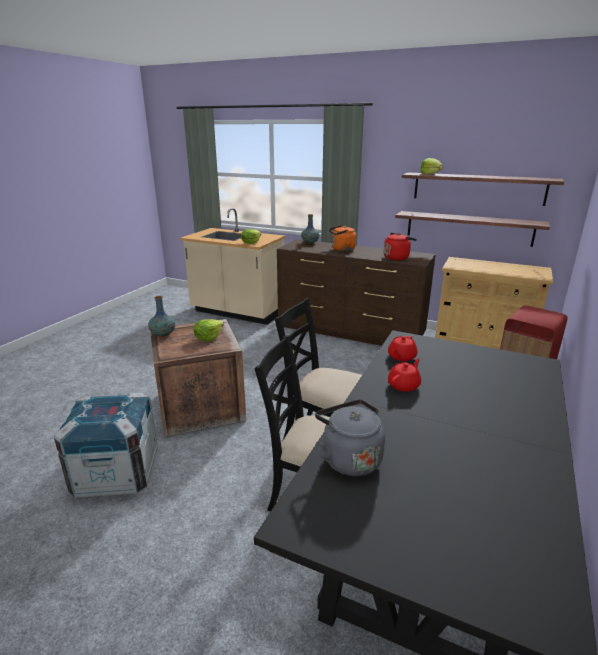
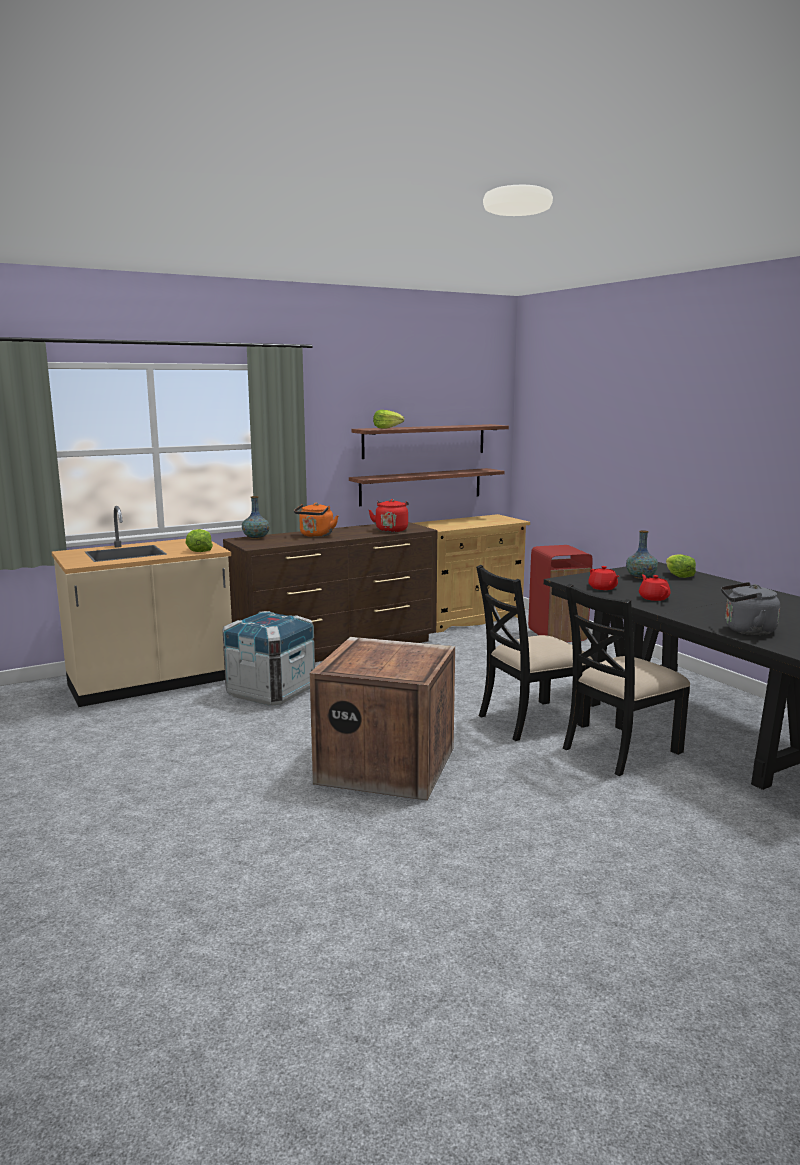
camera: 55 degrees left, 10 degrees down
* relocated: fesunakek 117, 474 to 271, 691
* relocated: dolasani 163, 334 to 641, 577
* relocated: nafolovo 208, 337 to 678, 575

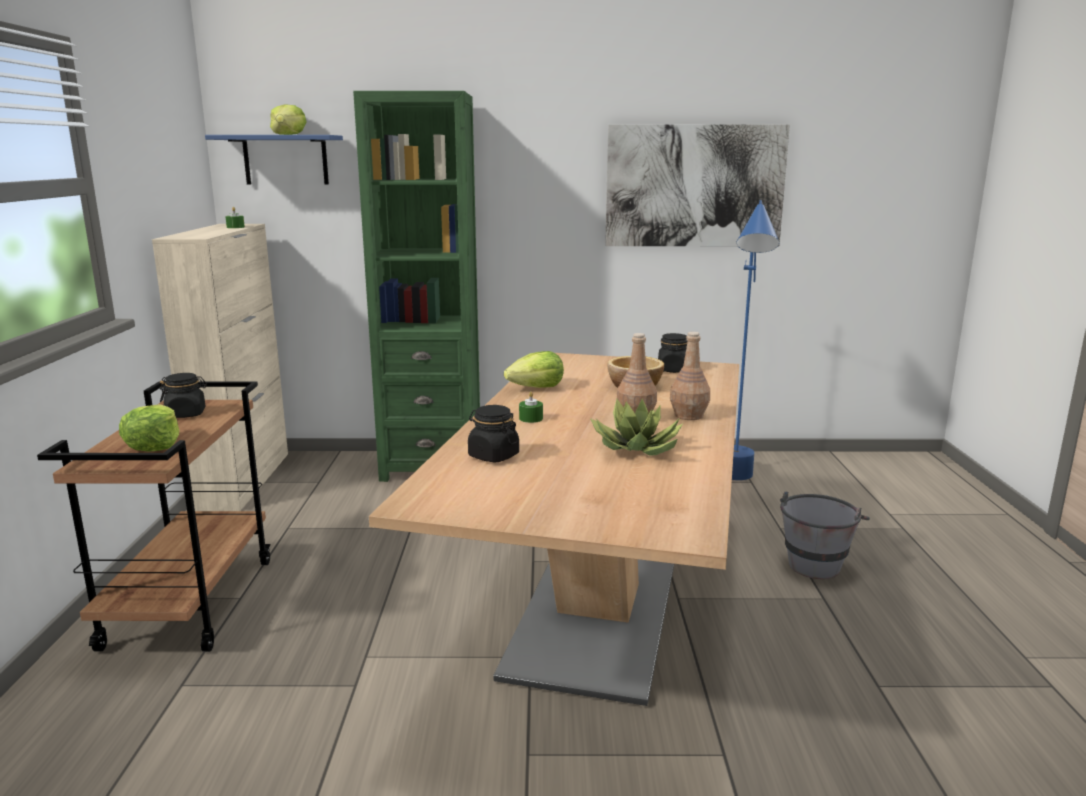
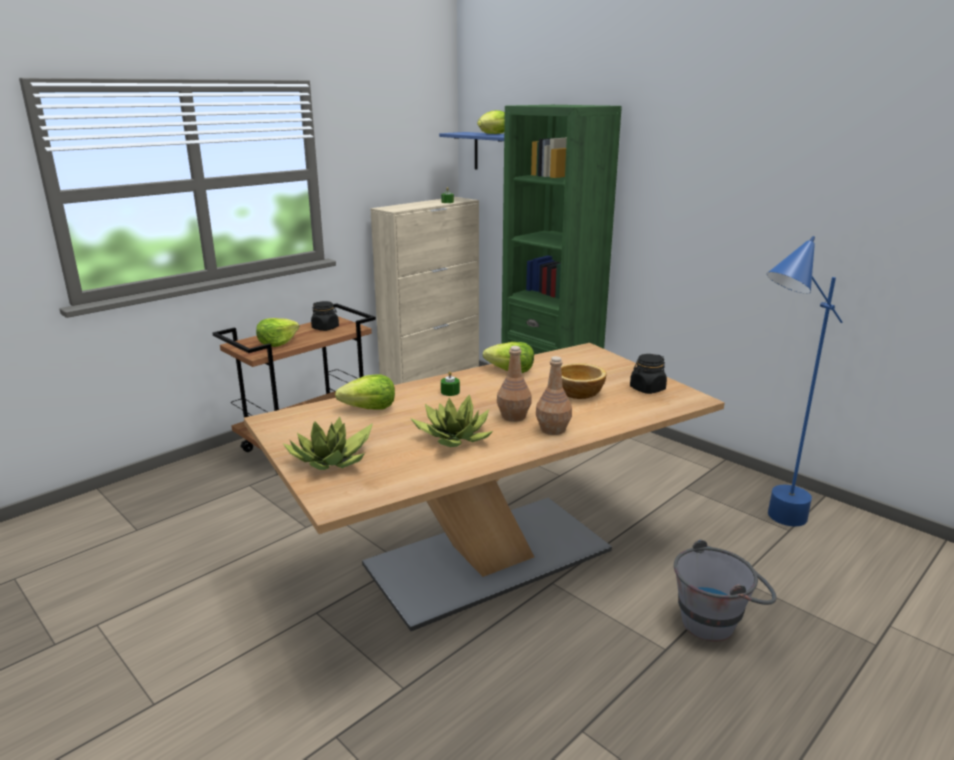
camera: 45 degrees right, 5 degrees up
* appeared: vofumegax 332, 460
* exchanged: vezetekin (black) 493, 456 to nafolovo 369, 408
* missing: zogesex 695, 186

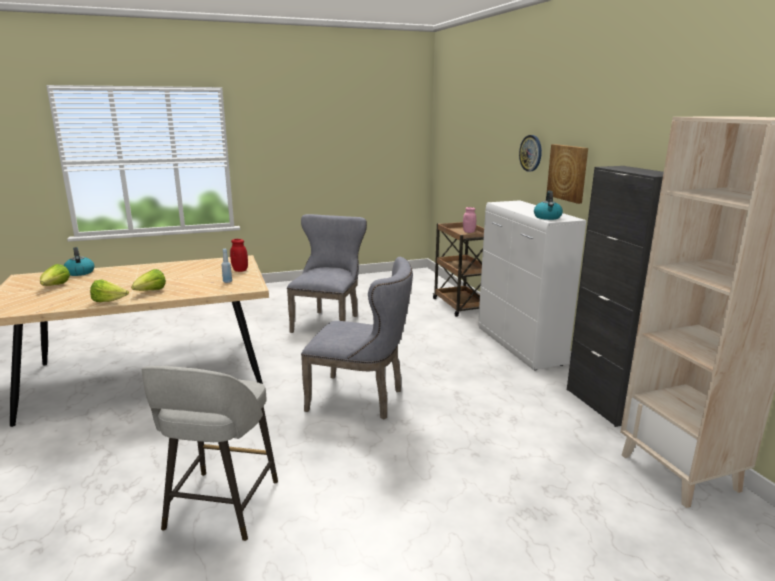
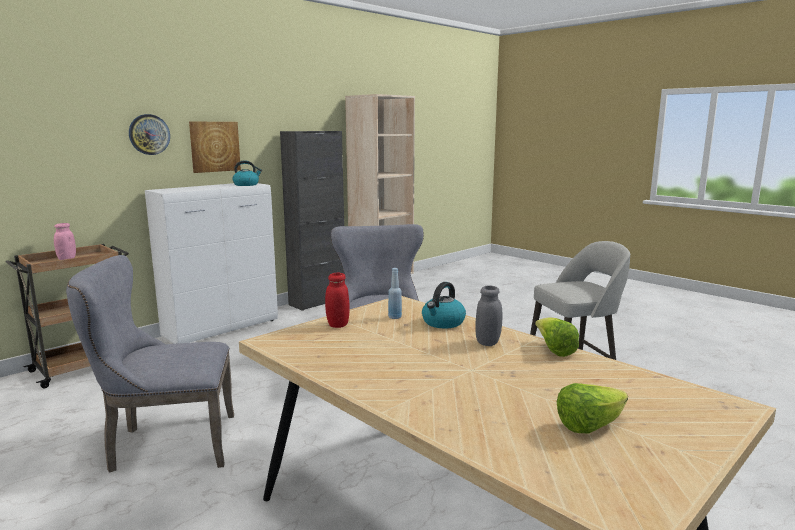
camera: 115 degrees left, 5 degrees down
* relocated: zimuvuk 79, 272 to 443, 323
* exchanged: nafolovo 151, 291 to vezetekin (grey) 488, 342

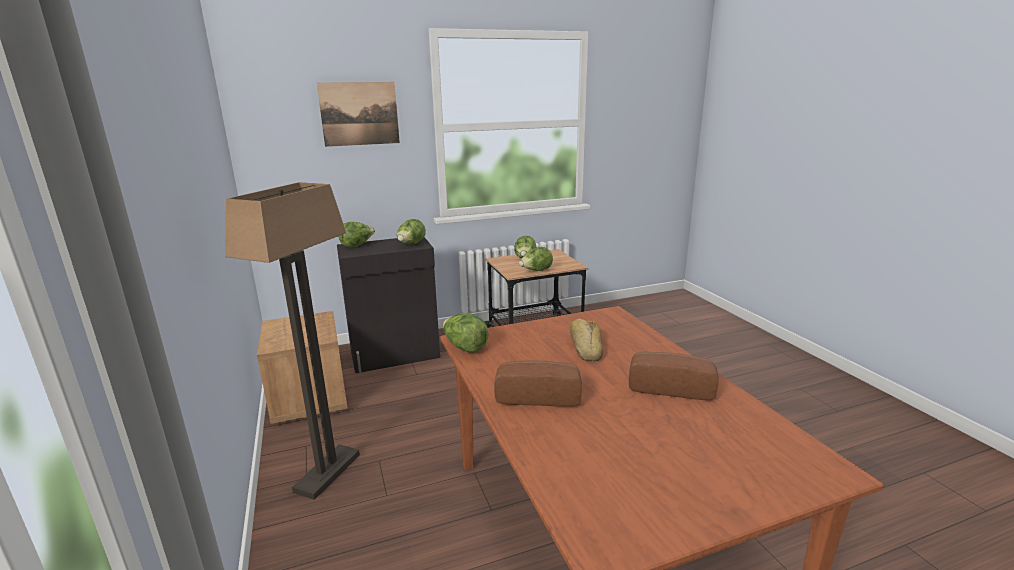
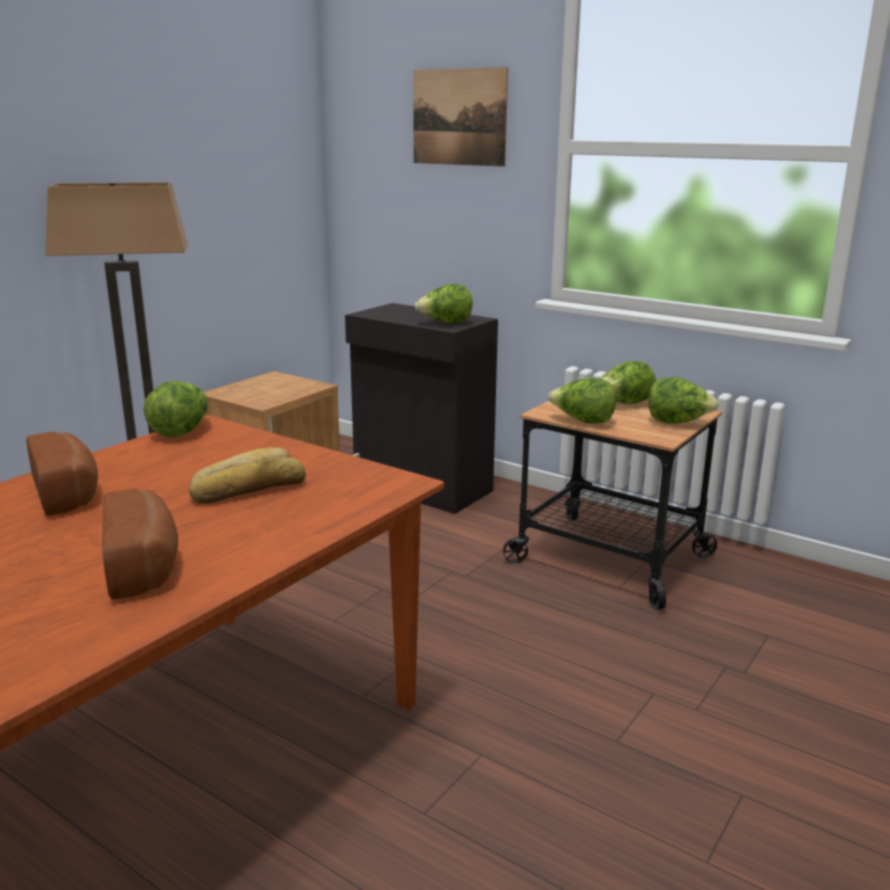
camera: 55 degrees right, 0 degrees up
* relocated: nafolovo 357, 245 to 678, 423

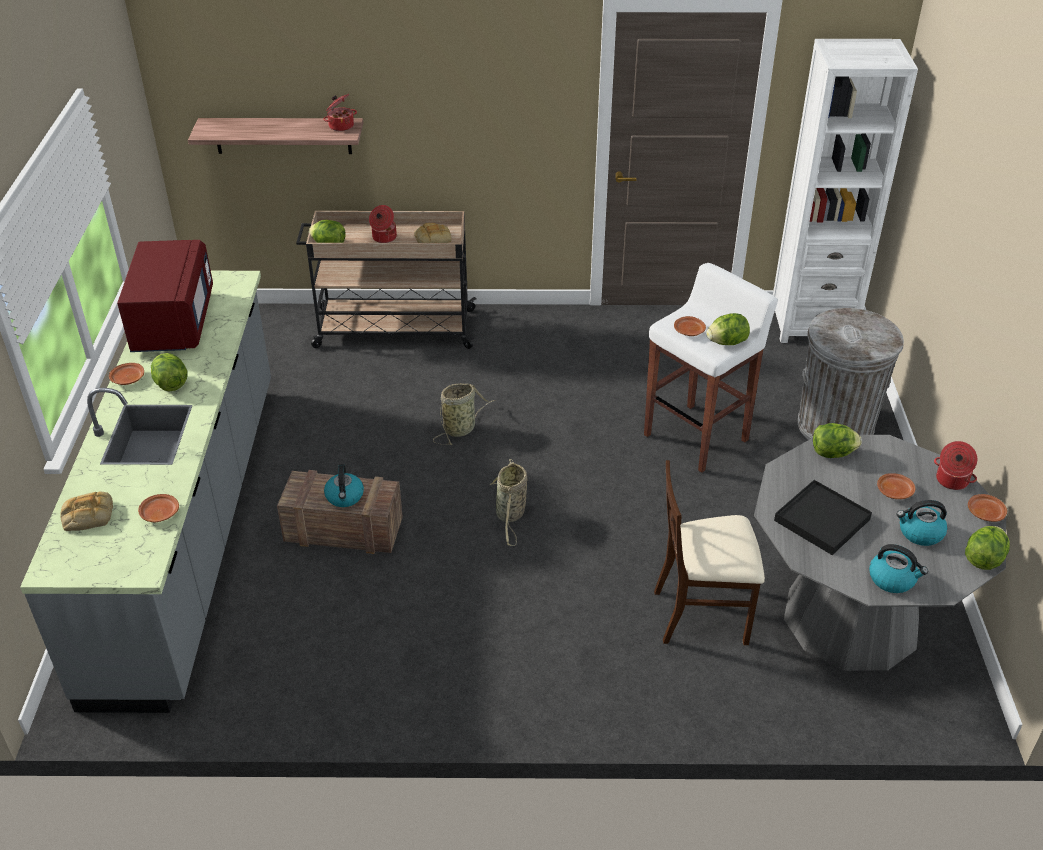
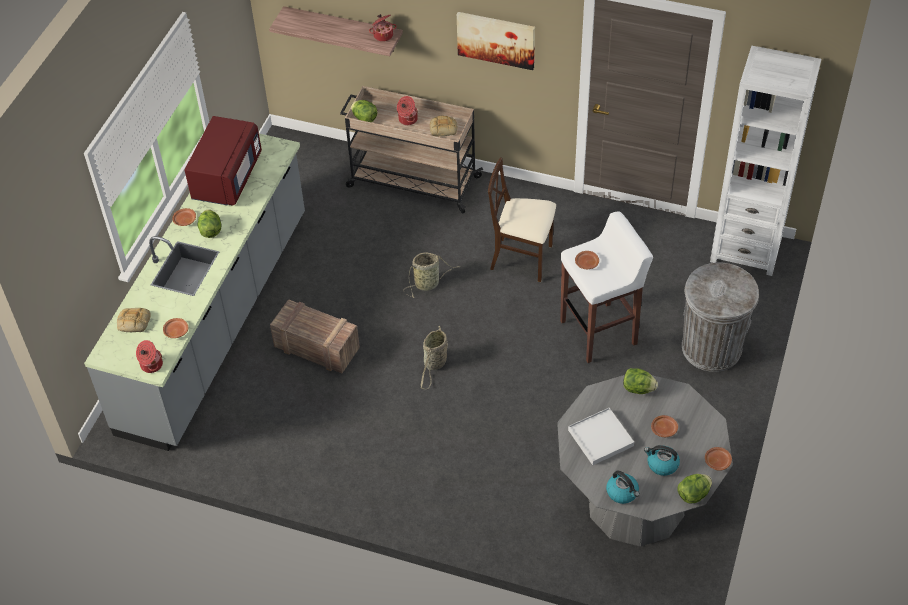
camera: 20 degrees right, 10 degrees up
* relocated: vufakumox 951, 480 to 151, 365
* appeared: zogesex 496, 39
* relocated: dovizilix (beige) 701, 614 to 522, 258
* colour: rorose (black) 822, 520 to rorose (white) 600, 438
* missing: zimuvuk 345, 497
* missing: nafolovo 727, 342

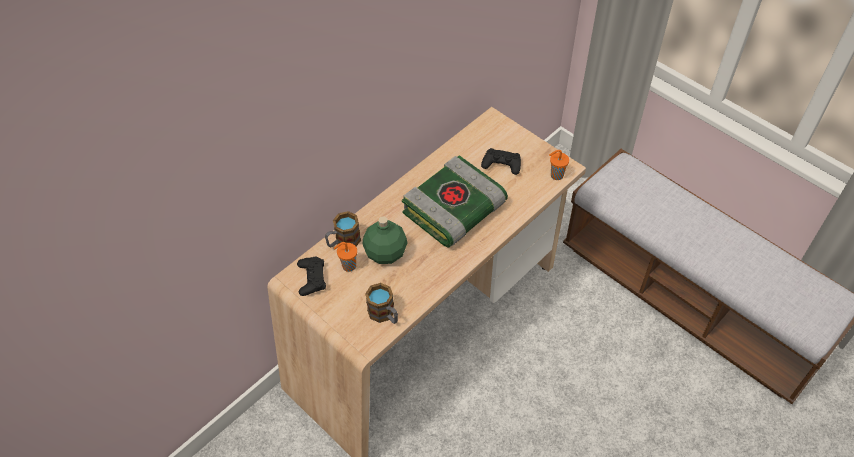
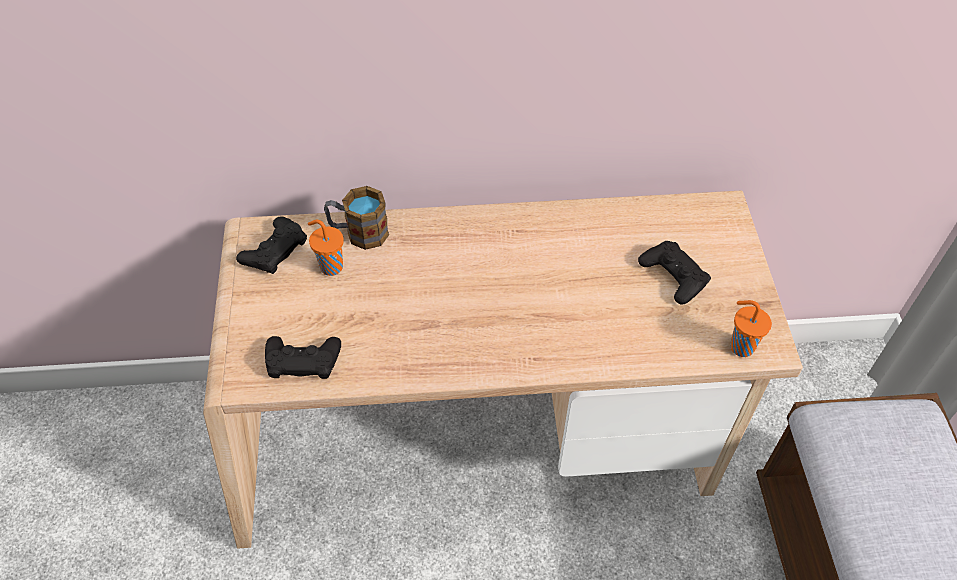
camera: 40 degrees right, 0 degrees up
* exchanged: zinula 384, 314 to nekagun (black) 303, 360
* missing: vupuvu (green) 386, 252
* missing: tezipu 454, 211

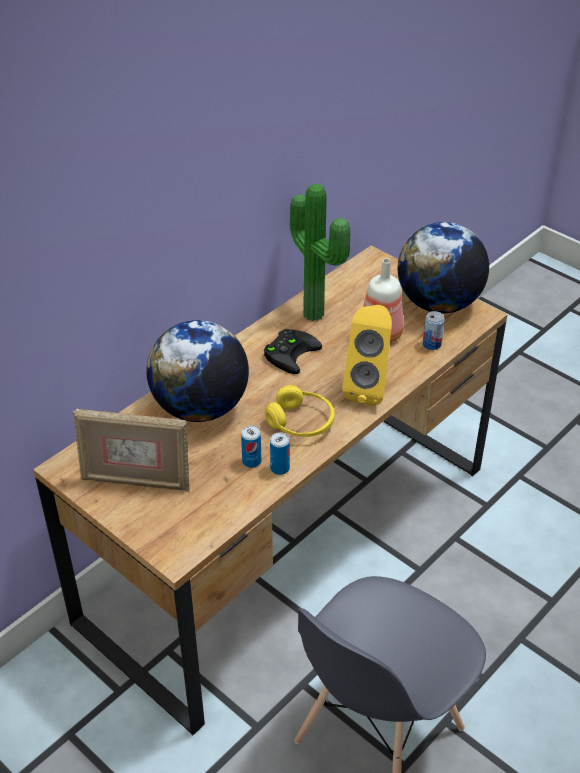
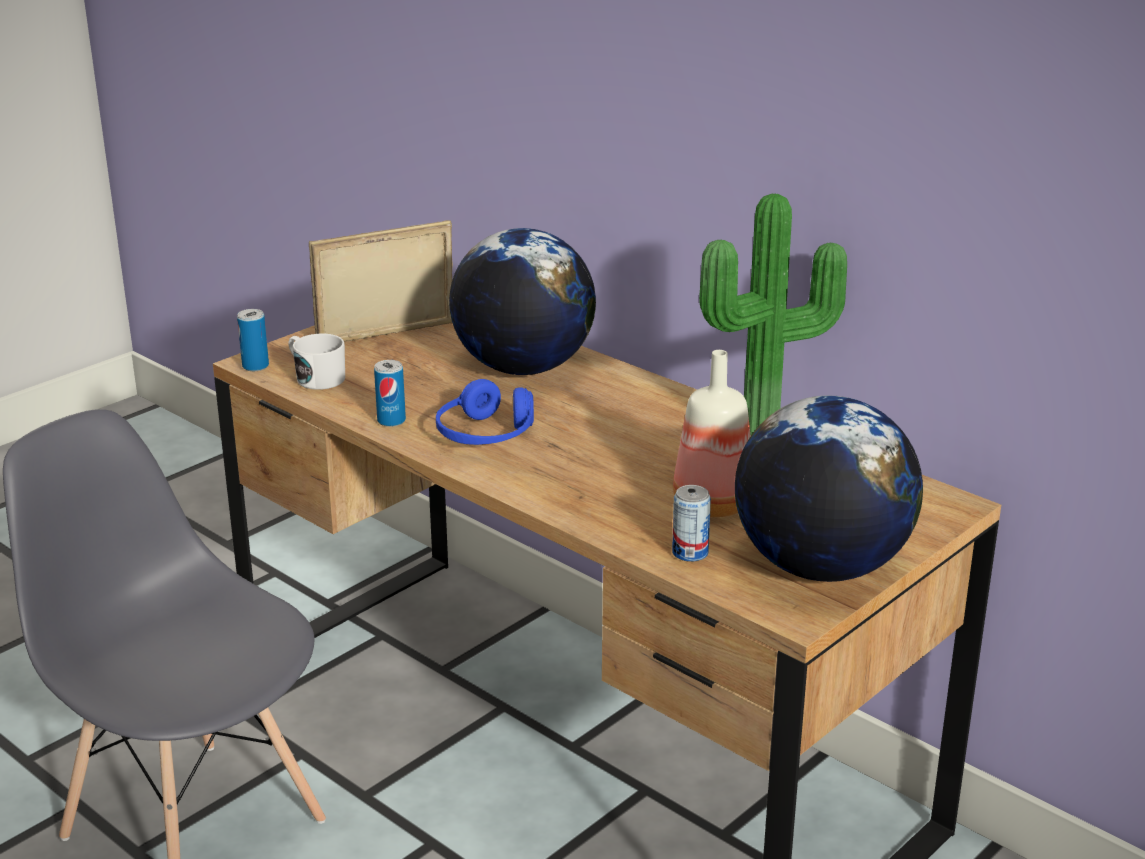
camera: 90 degrees right, 15 degrees down
* relocated: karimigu 251, 461 to 255, 366
* appeared: zinula (white) 316, 377
* spun: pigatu 136, 481 = 387, 336 60 degrees clockwise
* colour: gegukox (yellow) 301, 422 to gegukox (blue) 485, 435
* missing: nekagun (black) 290, 352
* missing: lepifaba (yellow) 368, 388

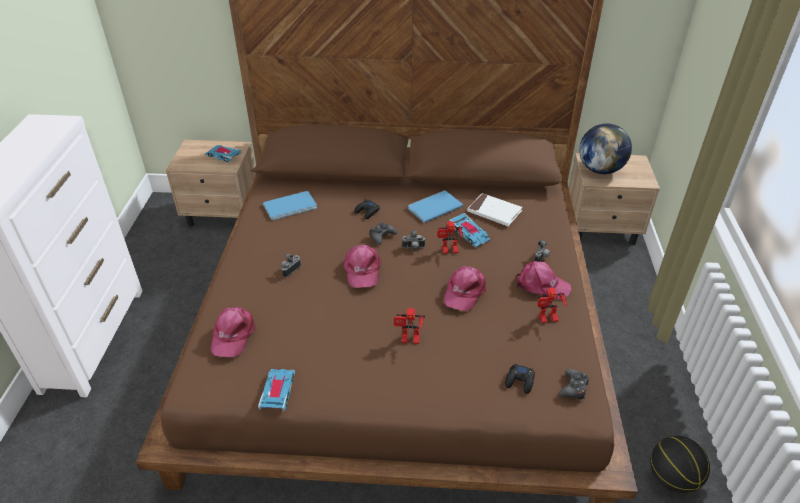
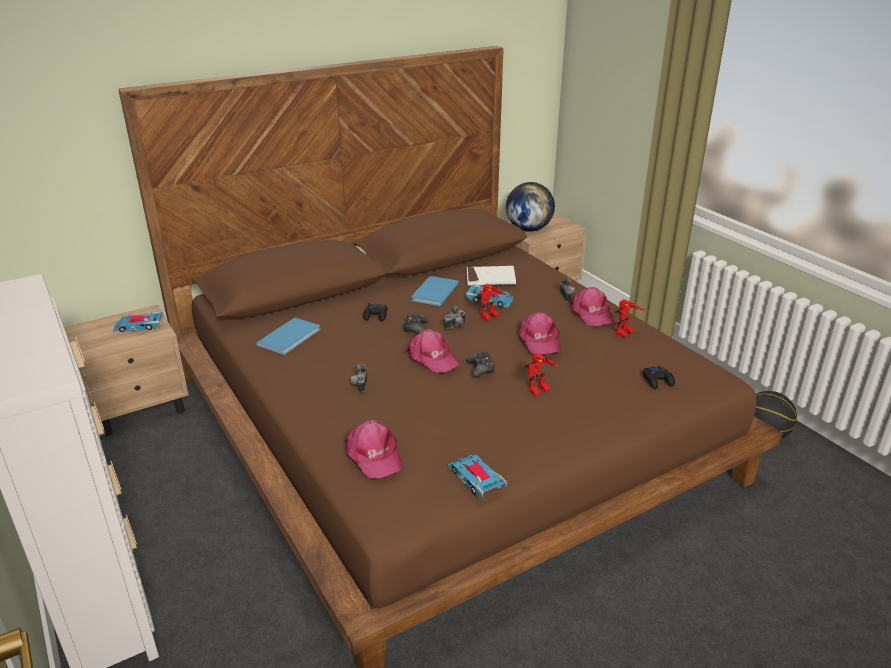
camera: 35 degrees left, 10 degrees down
* relocated: nekagun (black) 573, 388 to 481, 368
* spun: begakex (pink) 541, 285 = 592, 313 90 degrees clockwise

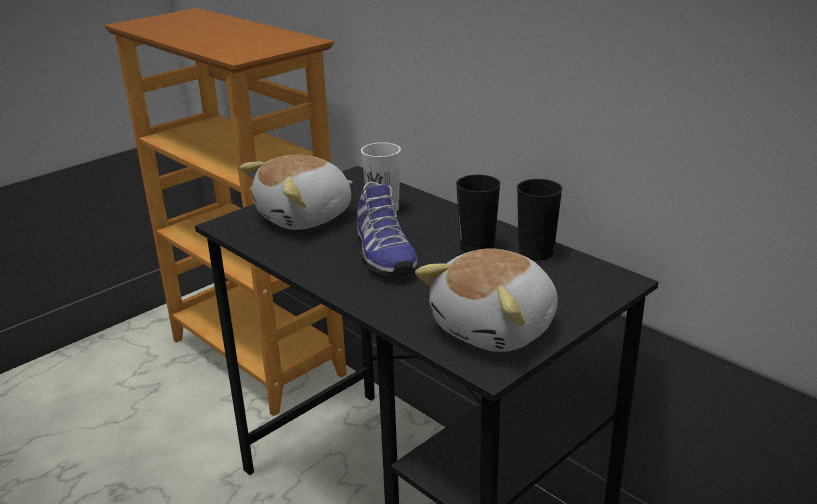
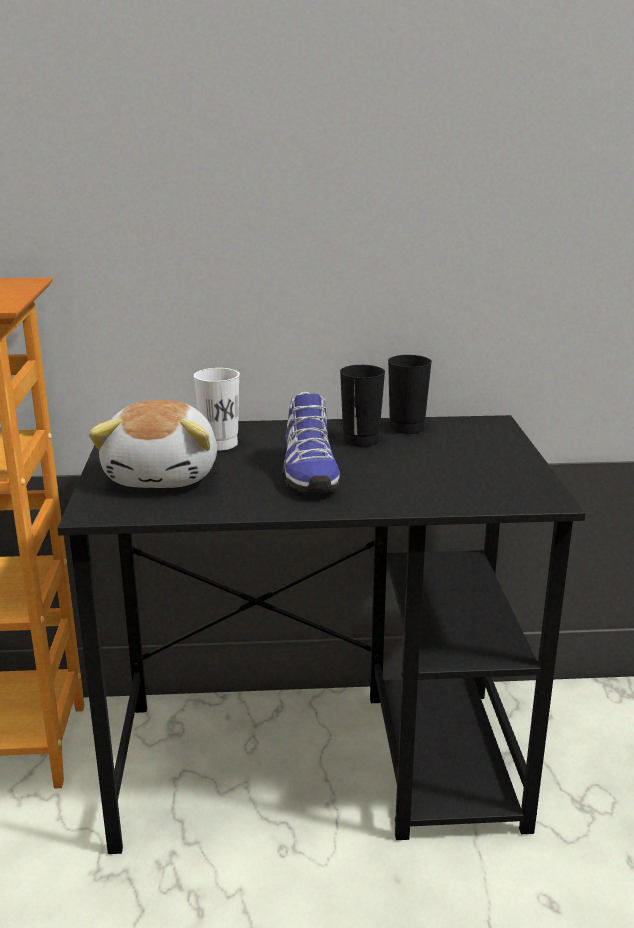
camera: 50 degrees left, 5 degrees down
* spun: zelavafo 382, 256 = 307, 473 60 degrees clockwise
* missing: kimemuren 497, 328

